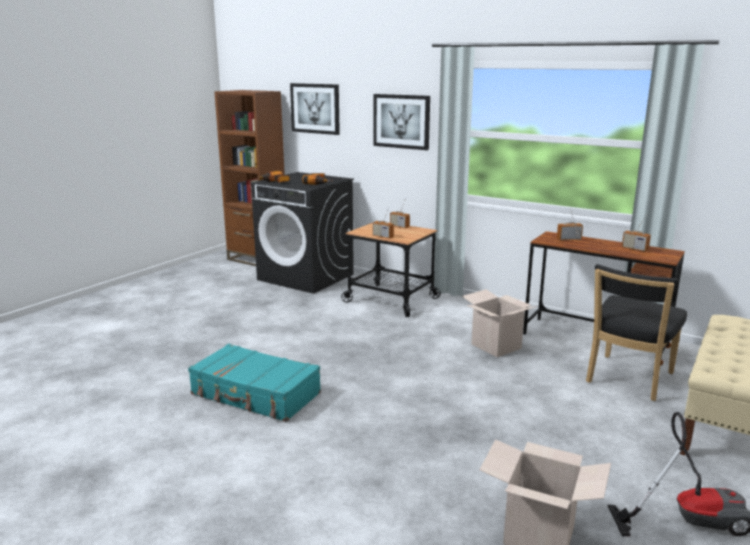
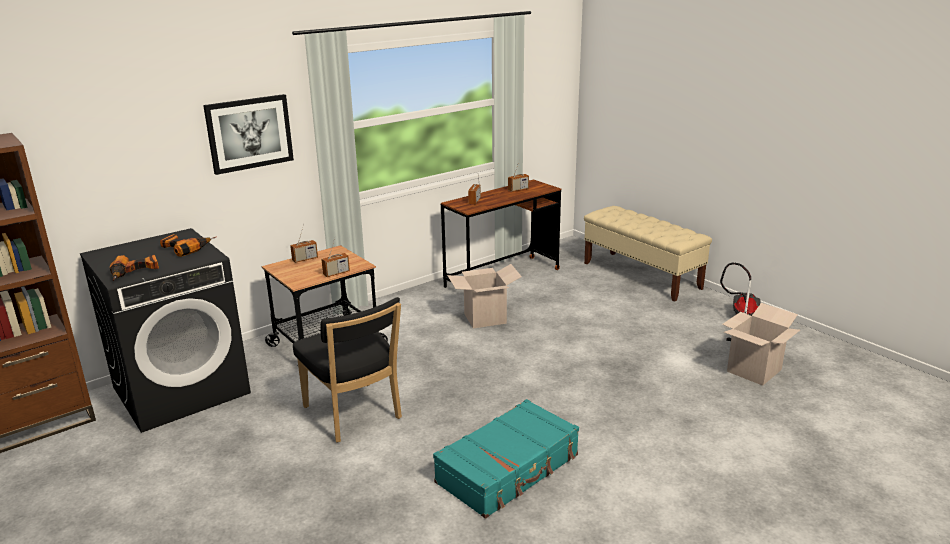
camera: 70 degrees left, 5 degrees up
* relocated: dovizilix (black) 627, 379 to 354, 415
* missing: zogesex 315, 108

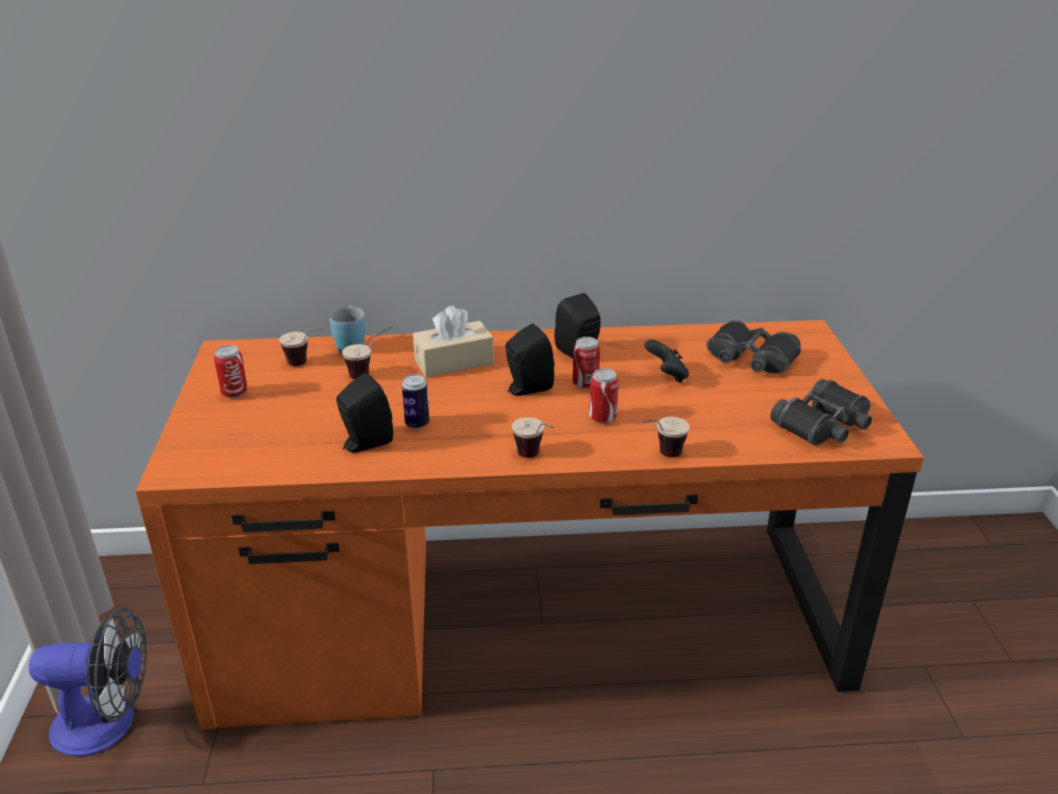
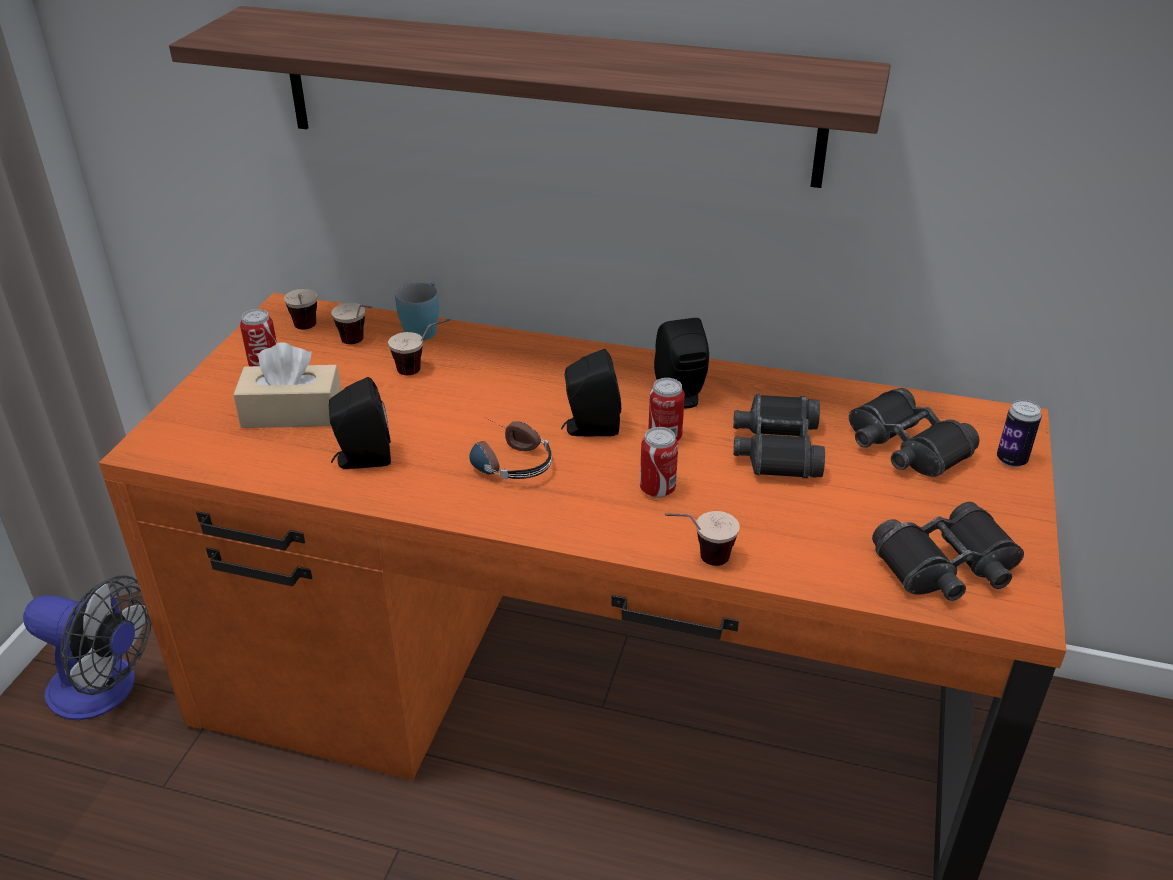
camera: 20 degrees right, 5 degrees up
* appeared: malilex 545, 95
* relocated: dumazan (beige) 454, 362 to 292, 413
* relocated: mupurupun 535, 458 to 306, 331
* appeared: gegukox 504, 460
* exchanged: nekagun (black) 667, 376 to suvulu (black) 776, 448
* relocated: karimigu 417, 424 to 1011, 460

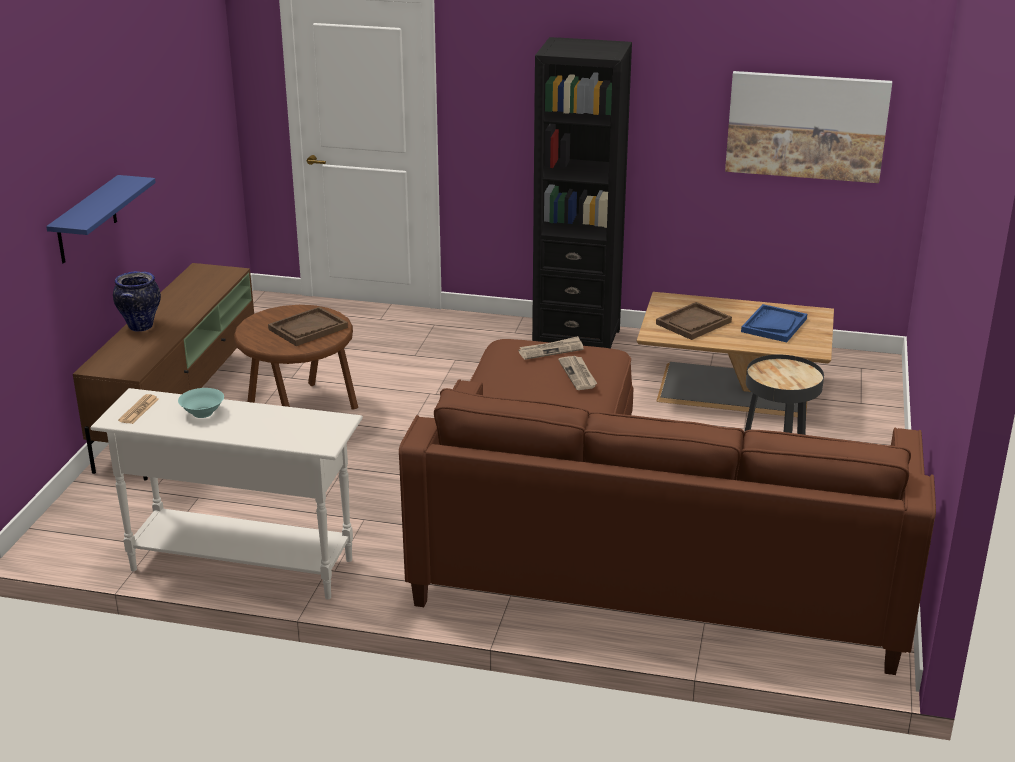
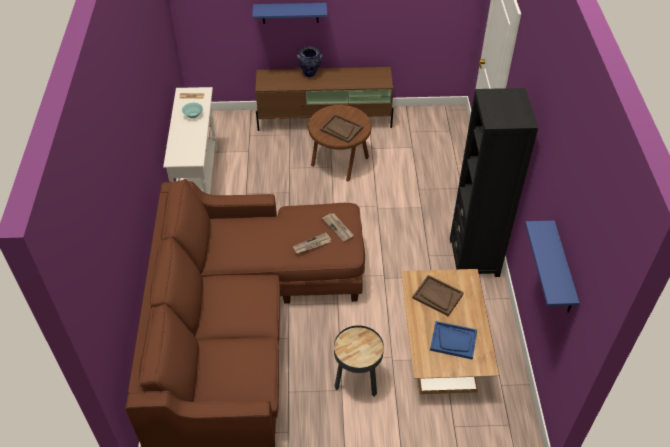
camera: 75 degrees right, 20 degrees up
* exchanged: zogesex 806, 126 to malilex (blue) 563, 270

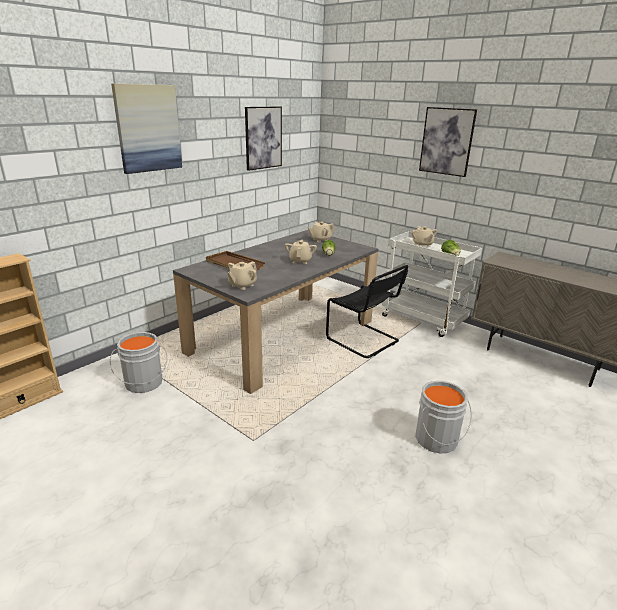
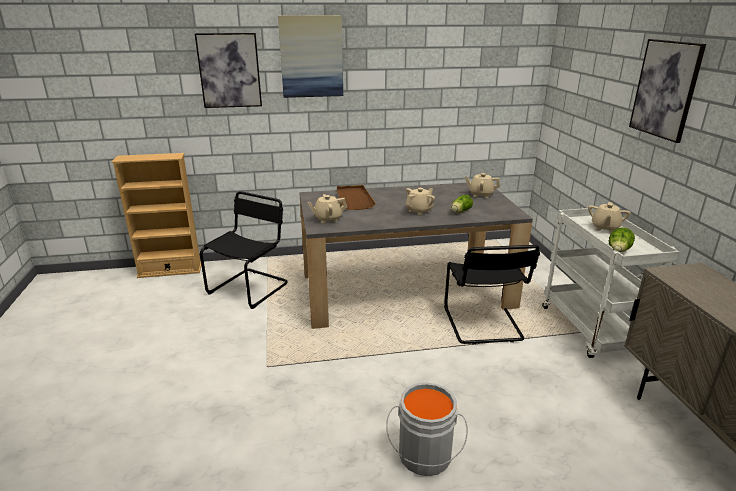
camera: 40 degrees right, 0 degrees up
* relocated: zogesex 263, 138 to 229, 70
* exchanged: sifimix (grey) 143, 384 to dovizilix (black) 250, 287

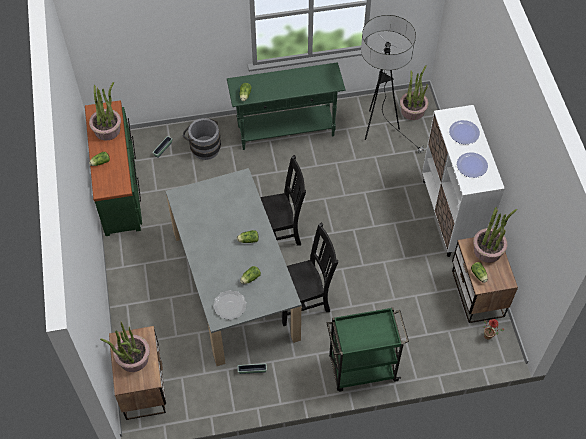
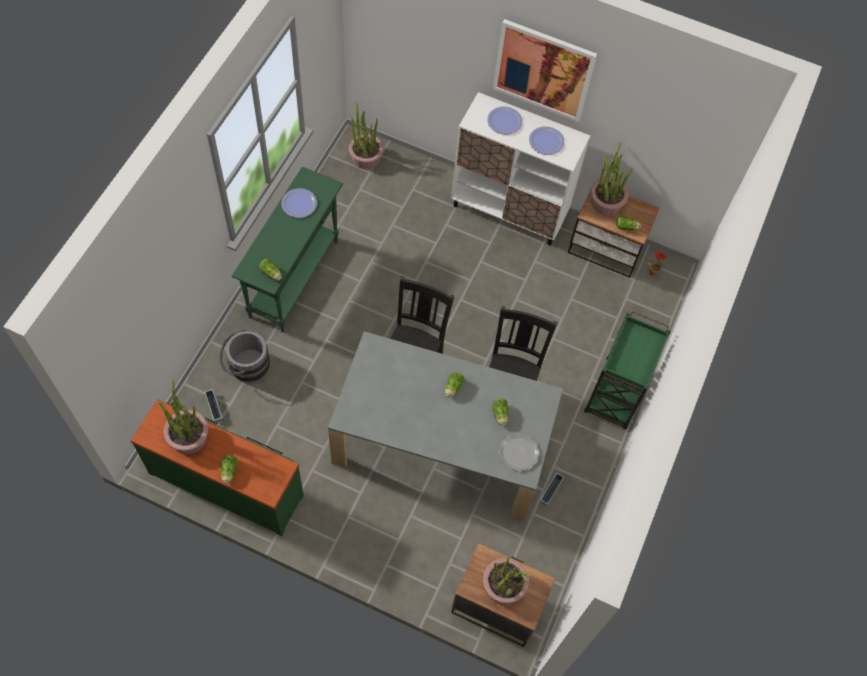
camera: 60 degrees left, 5 degrees up
* appeared: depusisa 299, 203
* appeared: zogesex 543, 70
* missing: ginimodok 380, 129

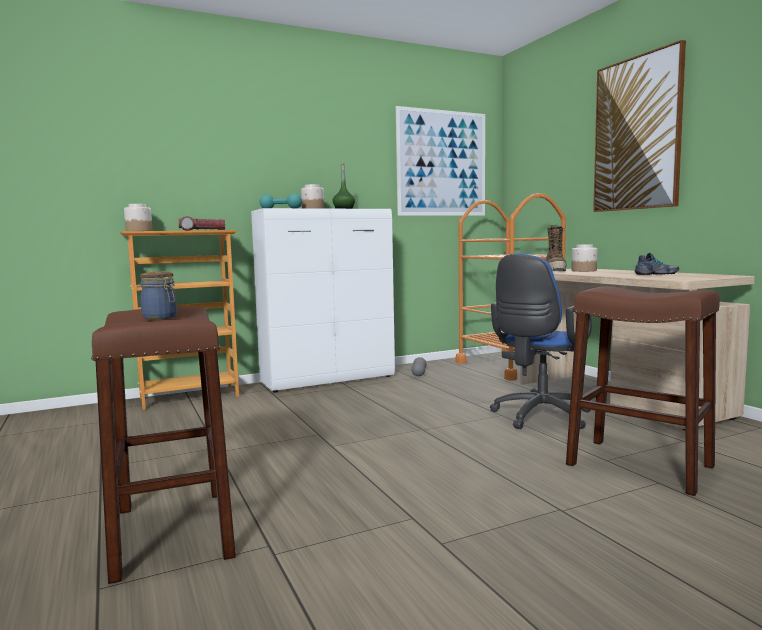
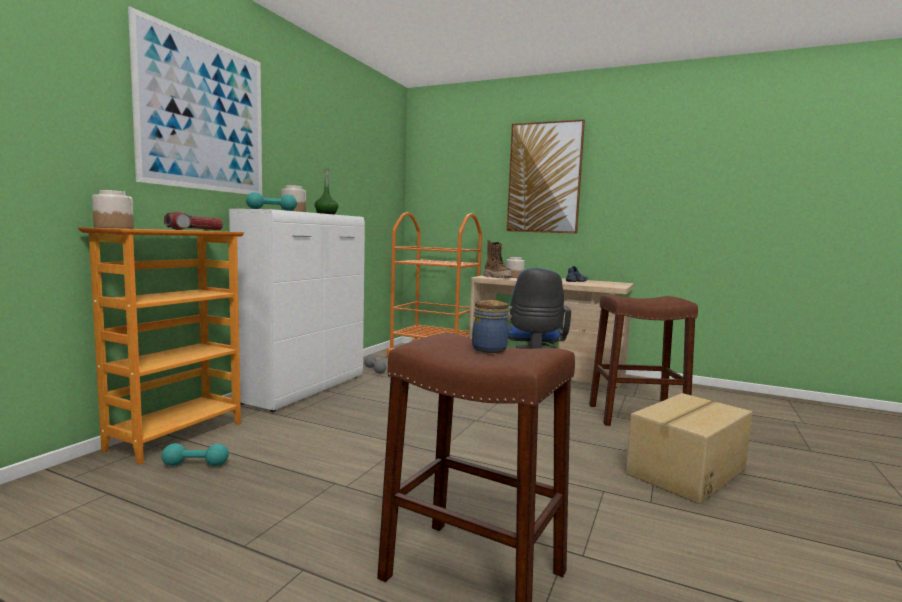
camera: 40 degrees left, 0 degrees up
* relocated: zogesex 442, 163 to 204, 115
* appeared: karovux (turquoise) 195, 465
* appeared: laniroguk 684, 471

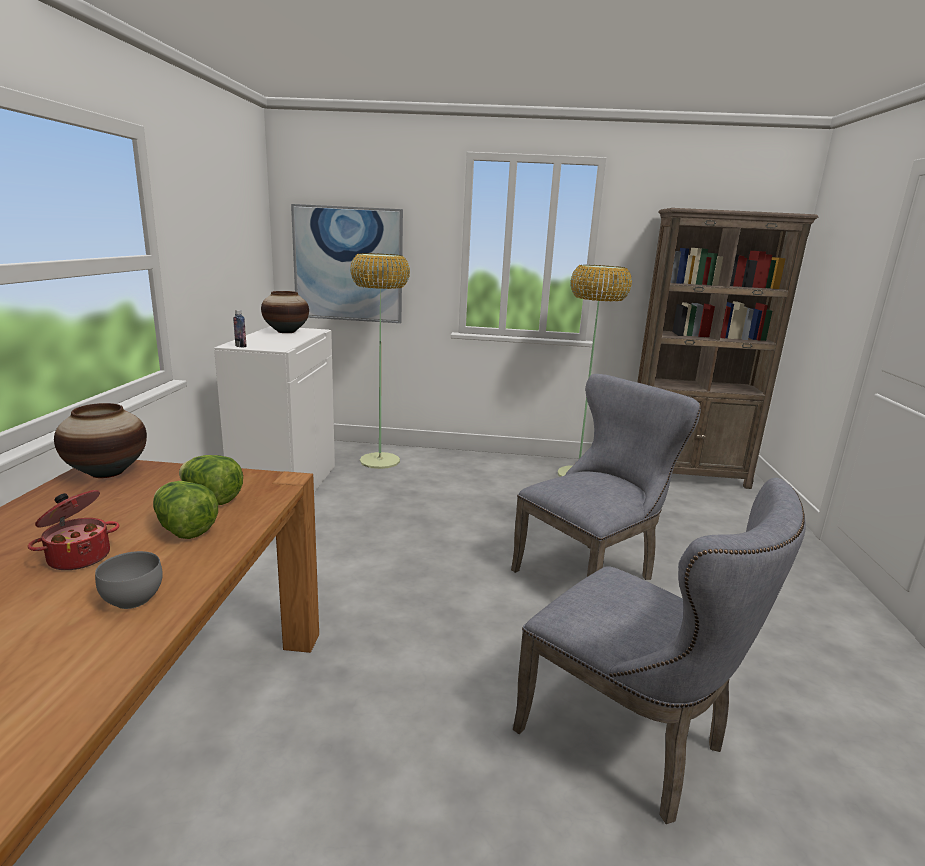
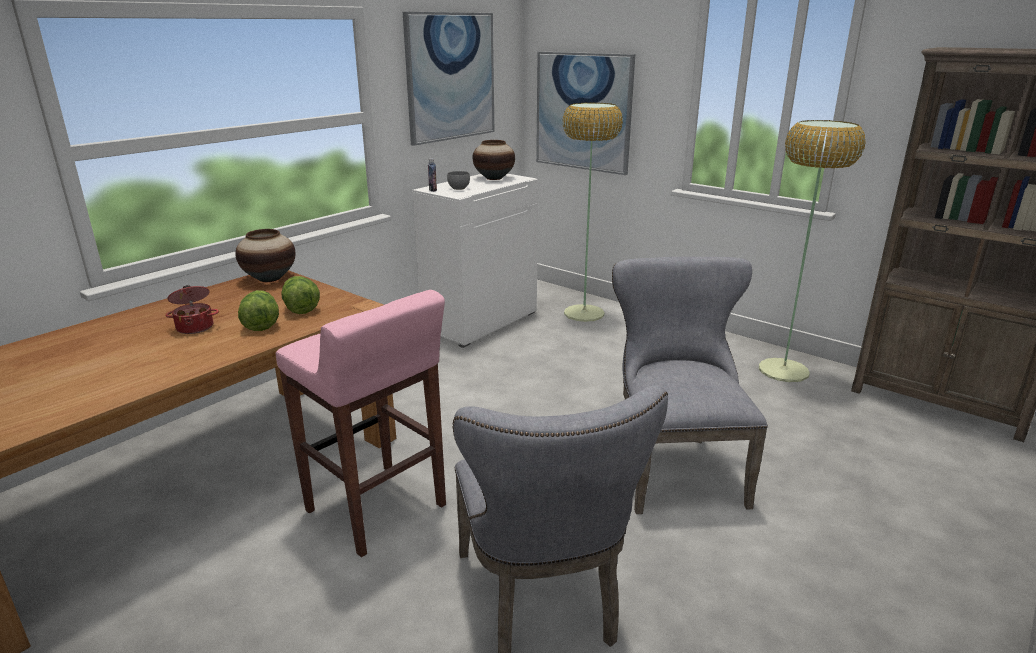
camera: 35 degrees right, 5 degrees up
* appeared: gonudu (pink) 377, 509
* appeared: zogesex 450, 77
* relocated: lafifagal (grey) 135, 598 to 459, 188
* spun: dovizilix (grey) 591, 573 = 673, 467 90 degrees counterclockwise

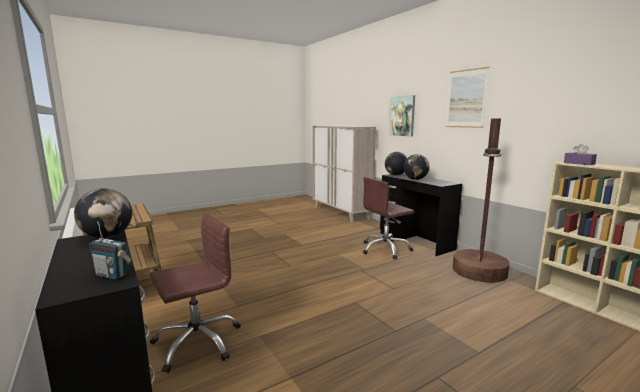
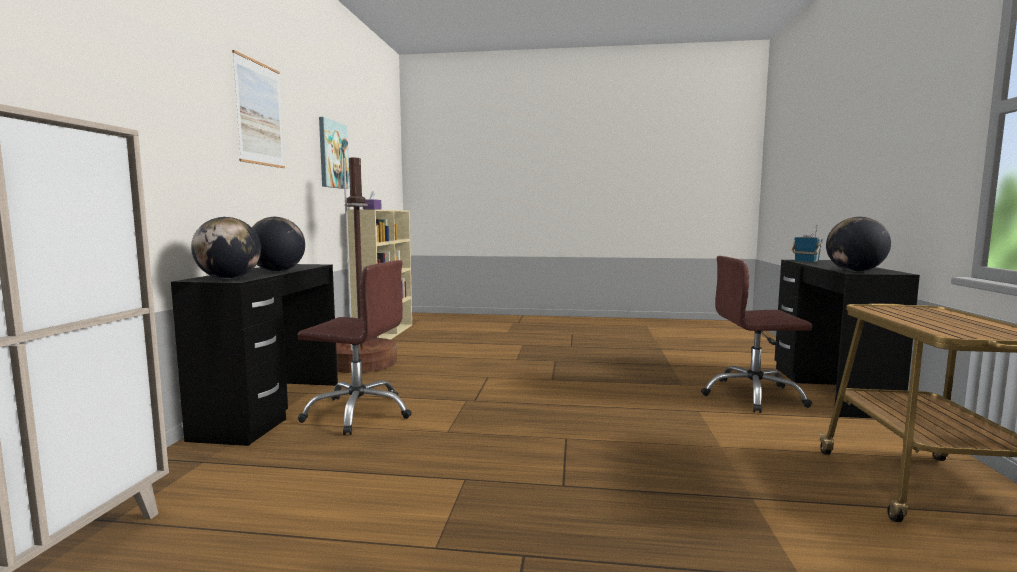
camera: 140 degrees left, 5 degrees down
* relocated: zogesex 402, 116 to 332, 155

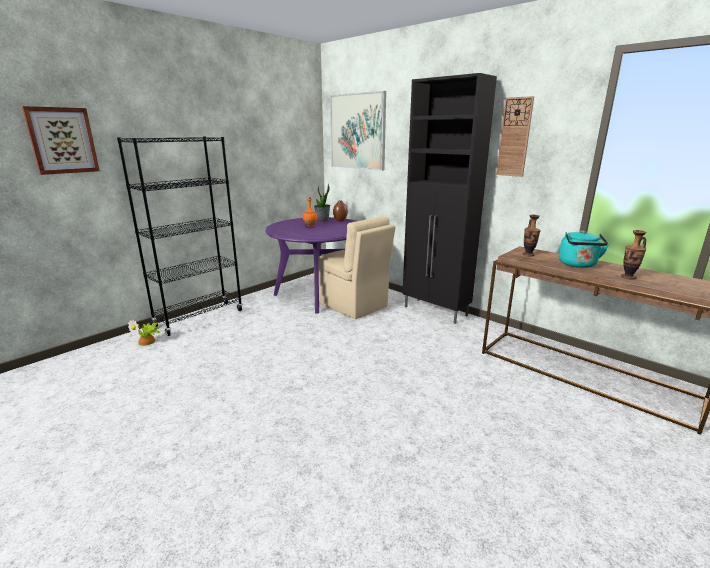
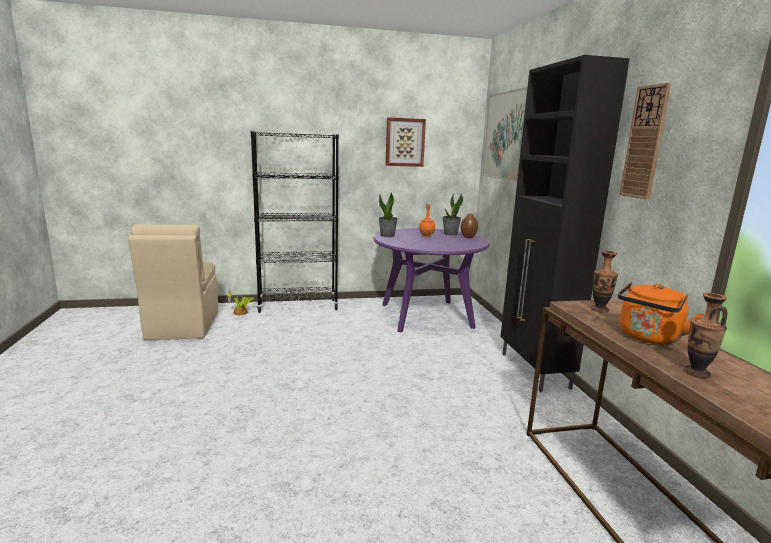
camera: 35 degrees right, 5 degrees down
* relocated: dovizilix (beige) 352, 305 to 182, 326
* appeared: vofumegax 387, 235
* relocated: zogesex 62, 140 to 405, 142
* colour: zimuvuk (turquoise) 578, 265 to zimuvuk (orange) 648, 338

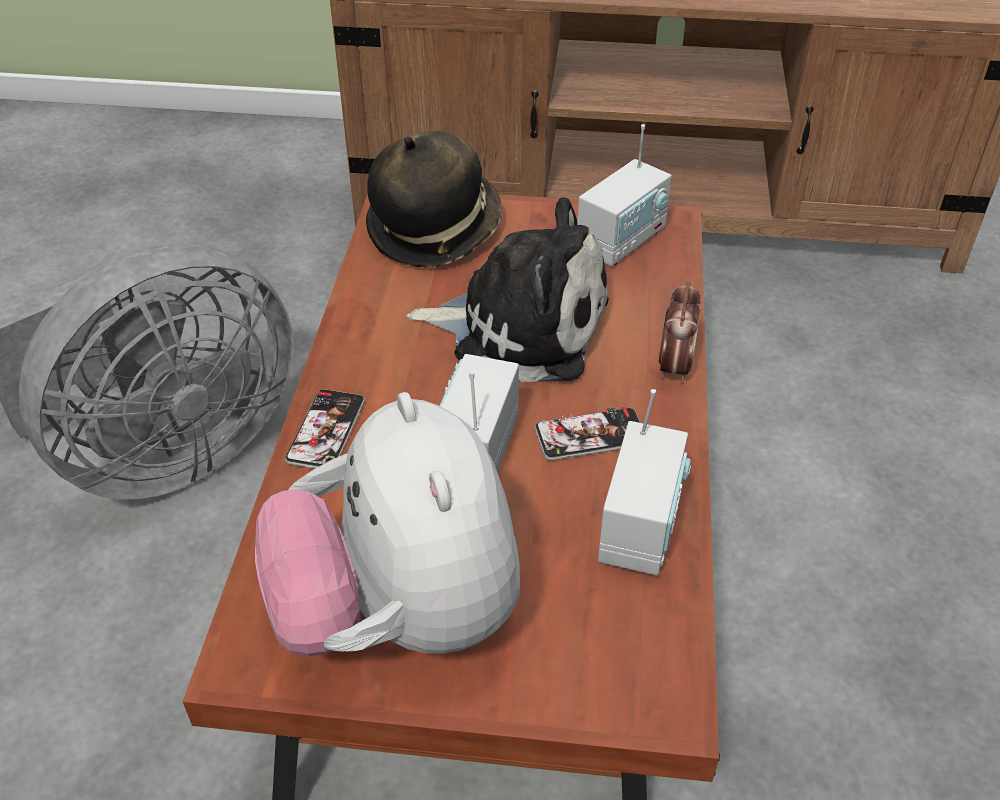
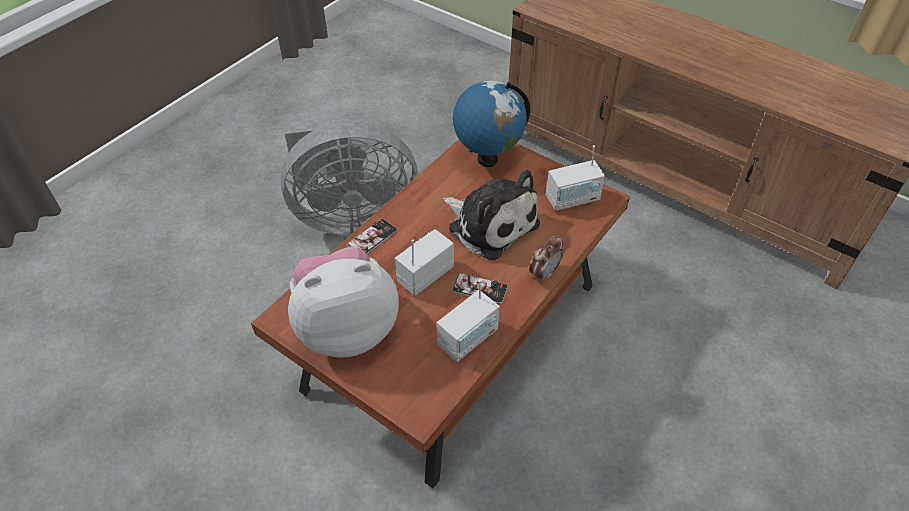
camera: 30 degrees right, 5 degrees up
* spun: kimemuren 400, 614 = 346, 328 60 degrees clockwise
* exchanged: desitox 434, 230 to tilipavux 487, 159

